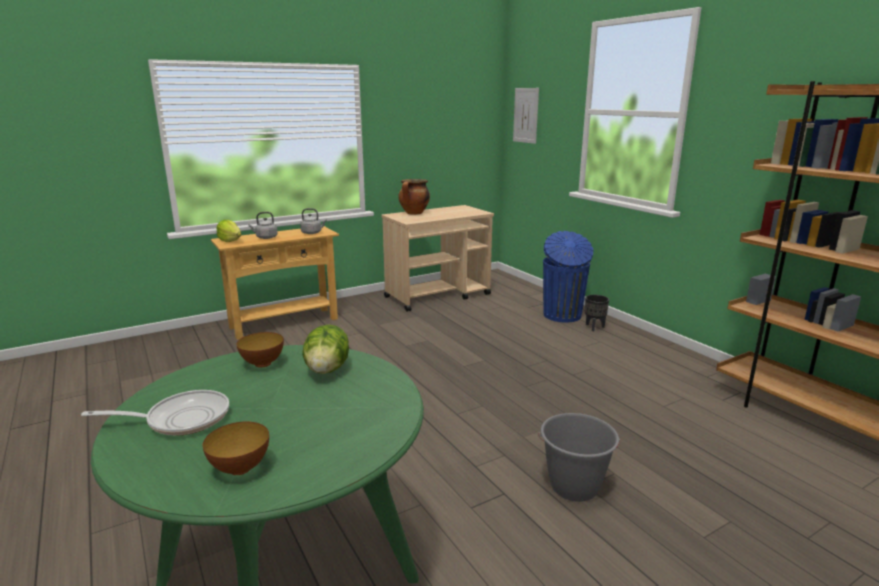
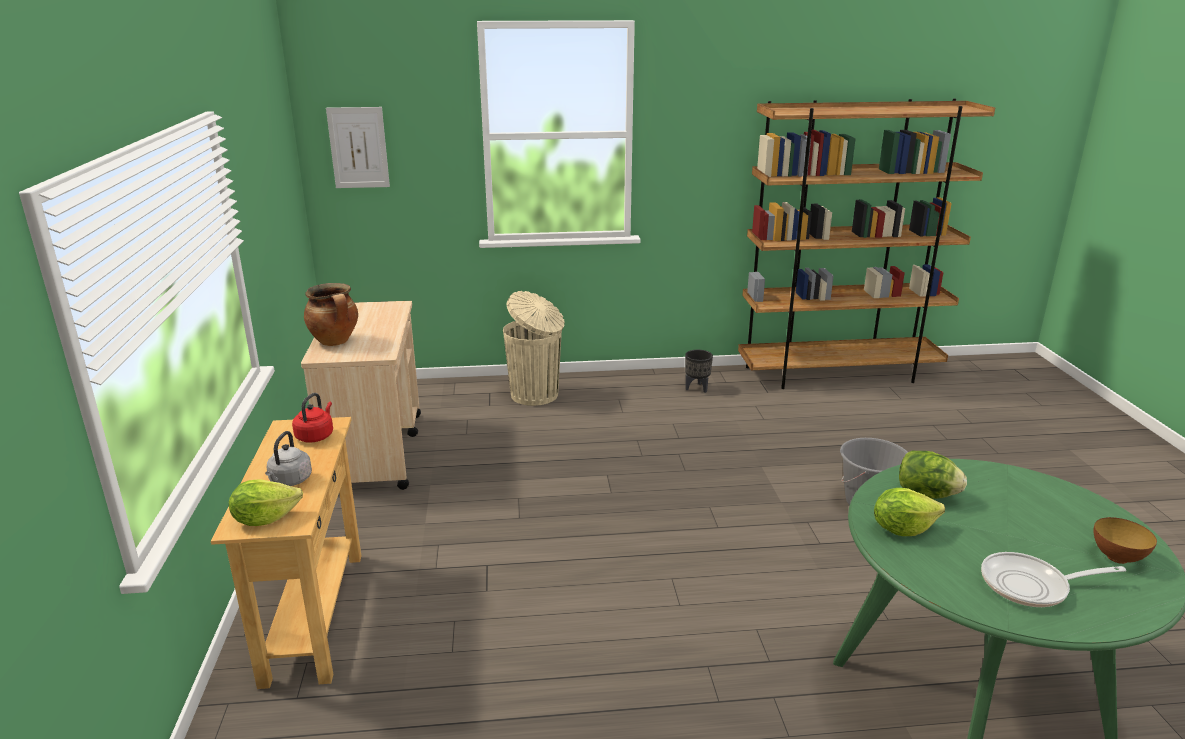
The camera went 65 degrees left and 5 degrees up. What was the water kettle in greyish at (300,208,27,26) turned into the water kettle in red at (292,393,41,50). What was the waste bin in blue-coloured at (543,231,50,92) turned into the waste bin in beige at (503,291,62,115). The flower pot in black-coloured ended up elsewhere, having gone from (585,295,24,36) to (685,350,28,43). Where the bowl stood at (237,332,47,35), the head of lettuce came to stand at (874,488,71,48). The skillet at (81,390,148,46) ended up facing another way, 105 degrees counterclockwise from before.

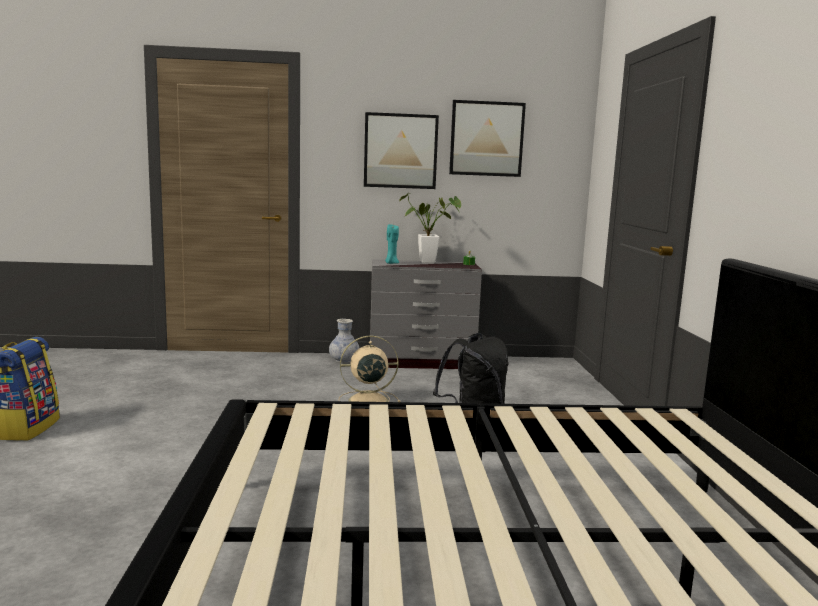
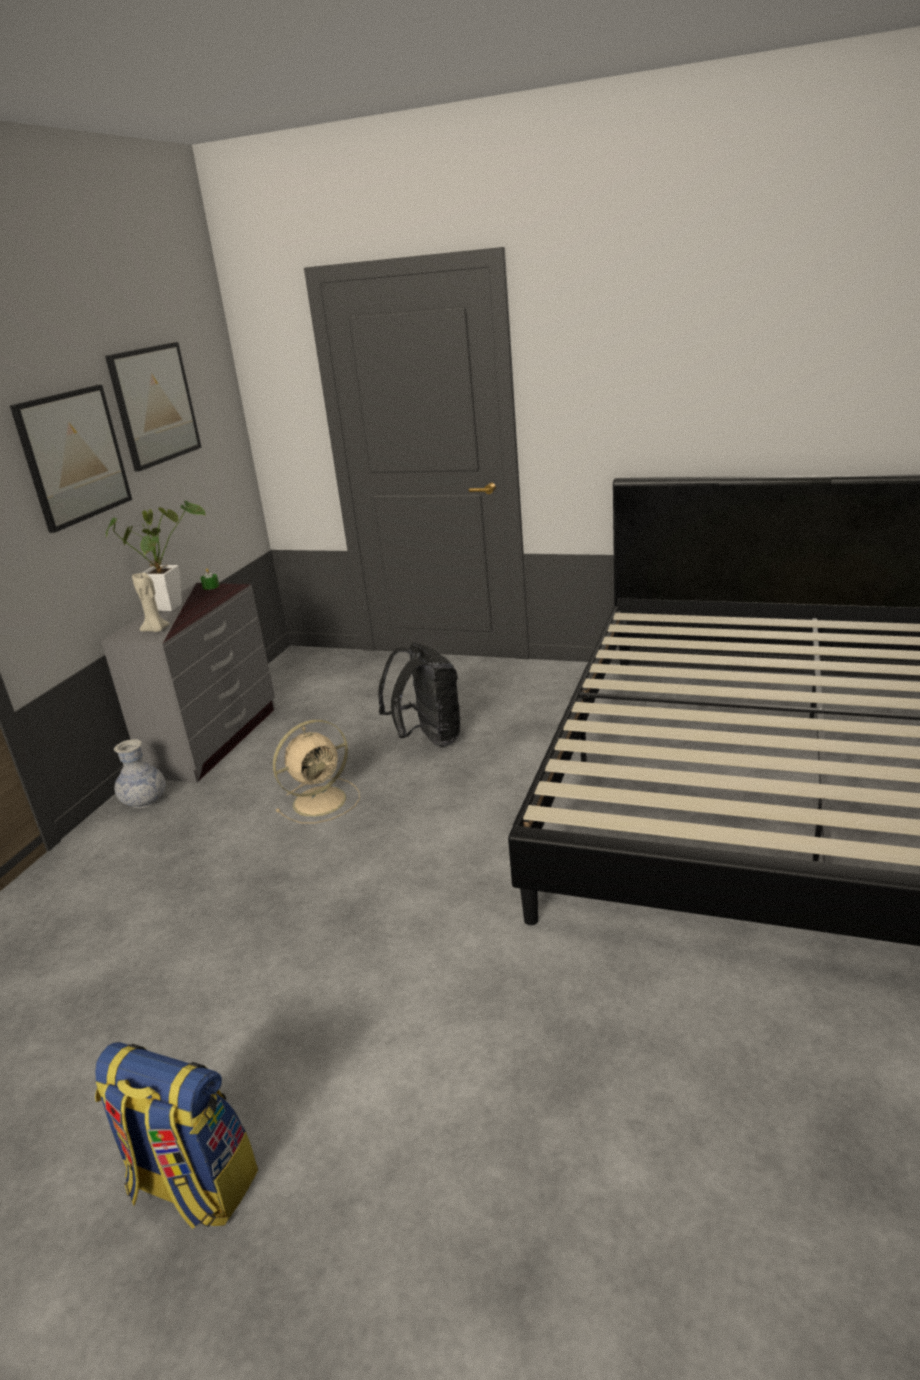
The camera went 65 degrees left and 15 degrees up. What was the wax candle in blue-green at (385,224,14,40) turned into the wax candle in beige at (132,573,38,59). The electric fan in beige at (338,336,63,66) ended up facing another way, 135 degrees counterclockwise from before.

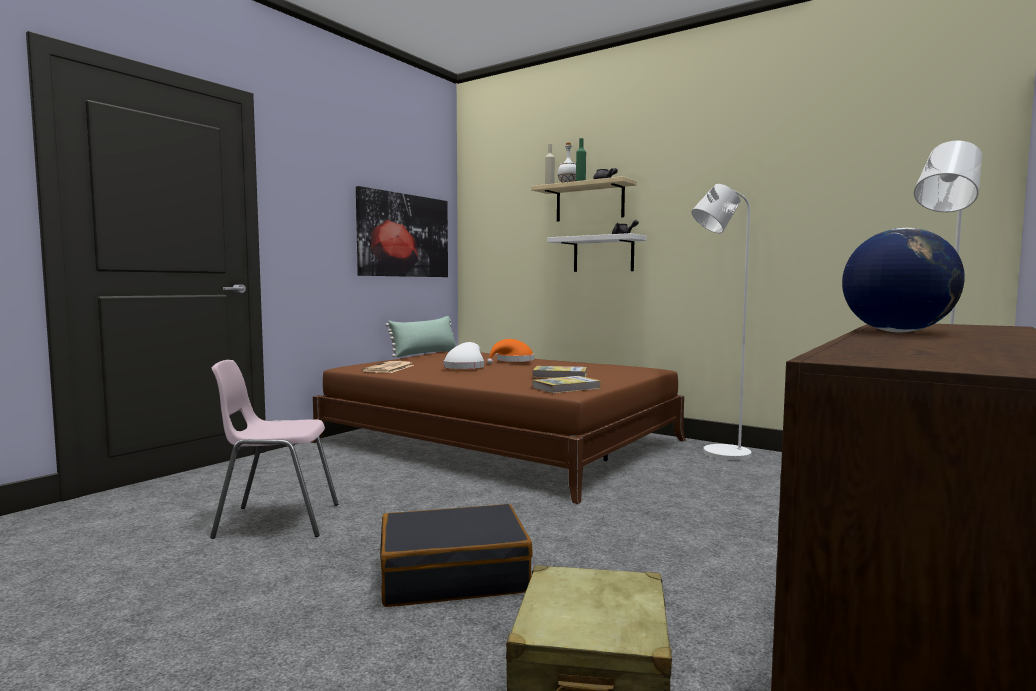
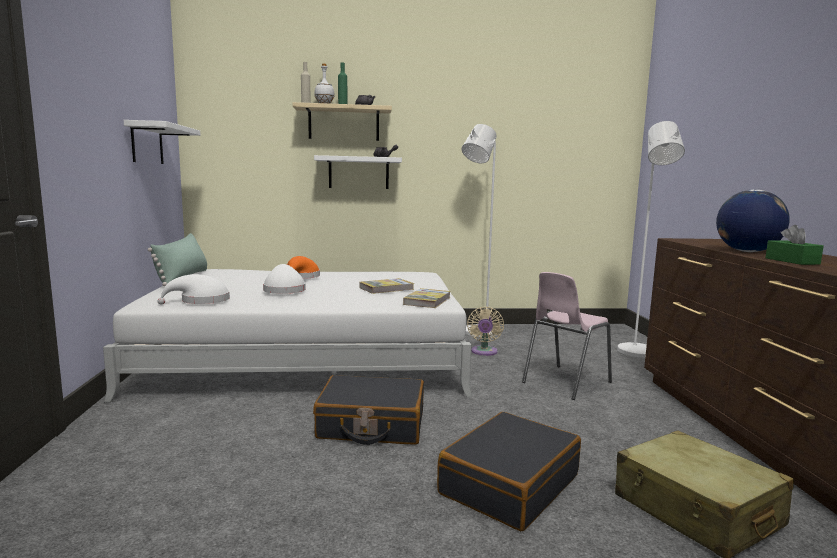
The camera went 40 degrees left and 5 degrees up. Where the wall art hung at (356,186,92,91), the shelf in white came to hang at (124,120,76,44). What was the bed in brown at (311,351,375,153) turned into the bed in white at (103,269,369,134). The chair in pink ended up elsewhere, having gone from (210,360,128,179) to (522,272,90,128). Where the printed paper stood at (362,361,52,12), the hat in white came to stand at (158,274,72,31). The second view gained the tissue box in green-coloured at (765,225,59,40). The second view gained the electric fan in beige at (467,307,37,49). The second view gained the travel case in black-coloured at (313,375,111,70).

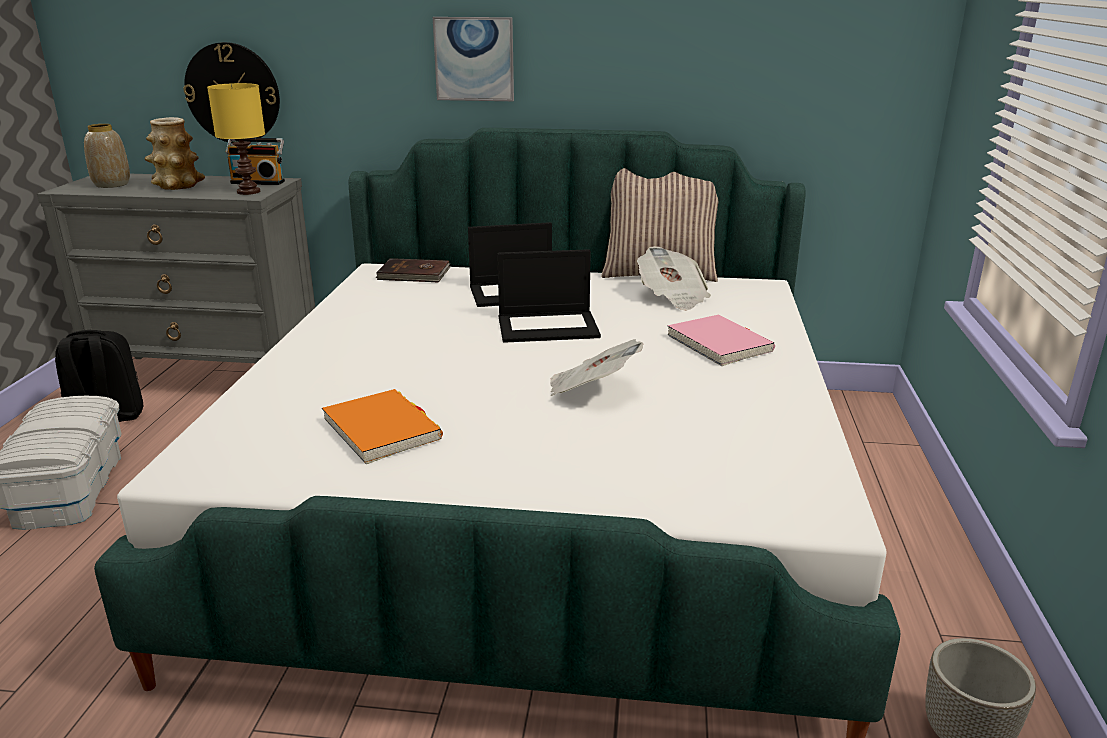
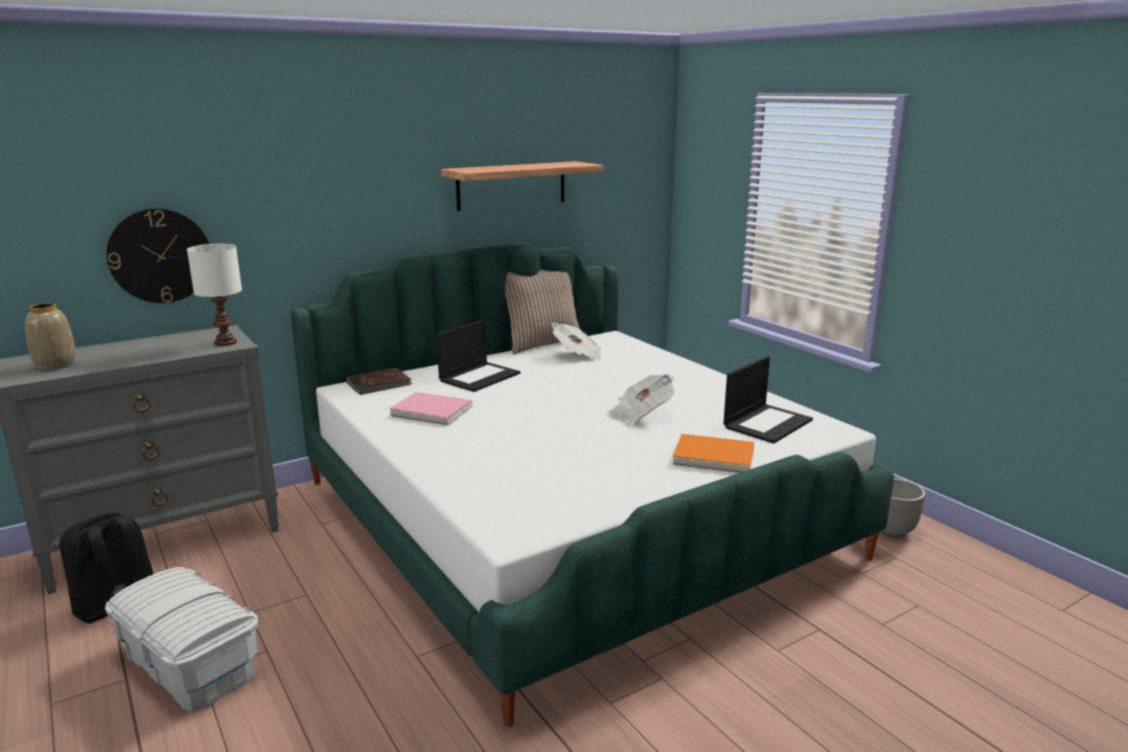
The camera went 40 degrees left and 5 degrees down. The second view lost the wall art at (433,17,81,84). What was the tabletop lamp in yellowish at (207,83,58,112) turned into the tabletop lamp in white at (187,244,55,102). The second view lost the vase at (145,117,60,73). The second view lost the radio at (225,138,60,47). The notebook computer ended up elsewhere, having gone from (497,249,104,94) to (723,356,90,88). The volume in pink ended up elsewhere, having gone from (667,315,108,51) to (389,392,83,34). The volume in orangey ended up elsewhere, having gone from (322,389,121,75) to (673,434,82,39). The second view gained the shelf at (441,161,163,50).

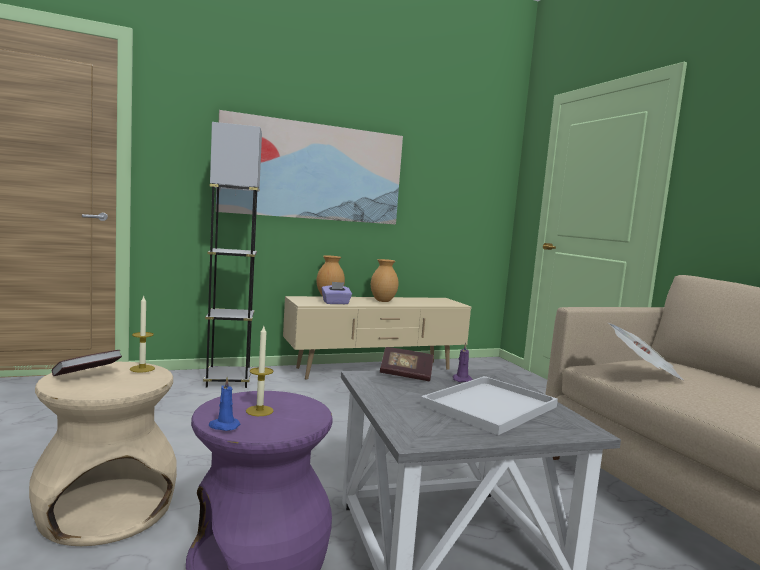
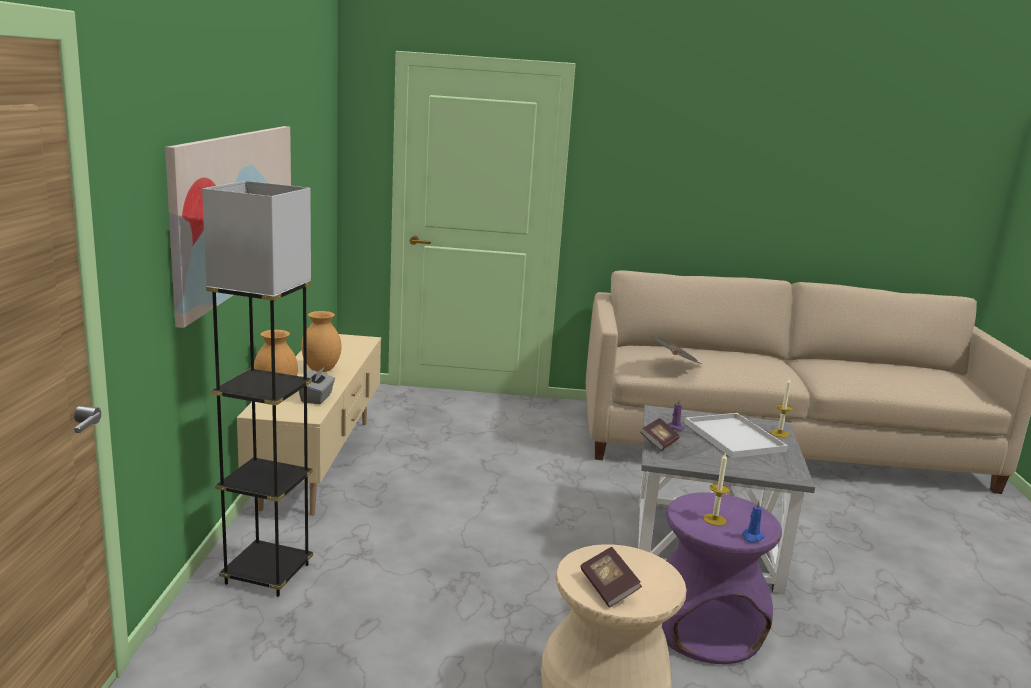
The camera went 65 degrees left and 10 degrees up. What was the tissue box in purplish at (321,282,31,22) turned into the tissue box in greyish at (299,367,36,37). The wax candle ended up elsewhere, having gone from (130,295,25,77) to (770,378,23,60).

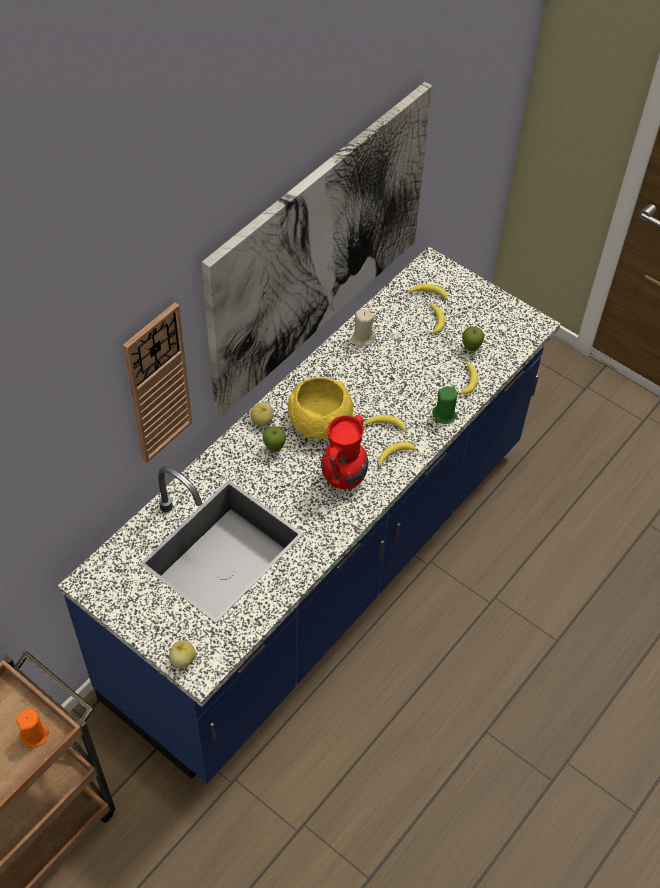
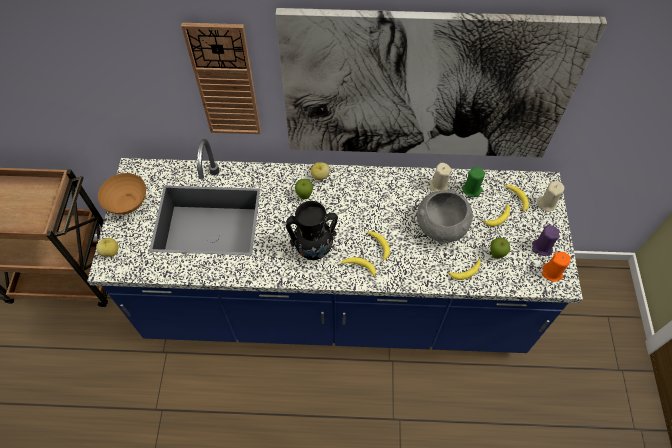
The camera went 55 degrees right and 5 degrees up. The second view lost the bowl in yellowish at (288,377,66,62). The wax candle in green-coloured ended up elsewhere, having gone from (432,386,25,38) to (462,167,23,30). What was the vase in red at (321,414,47,75) turned into the vase in black-coloured at (286,201,52,59). The wax candle in orangey ended up elsewhere, having gone from (16,708,33,40) to (542,252,29,30). The second view gained the bowl in brown at (98,173,48,41). The second view gained the wax candle in beige at (537,181,27,31). The second view gained the bowl in greyish at (417,189,55,55). The second view gained the wax candle in purplish at (532,225,28,31).

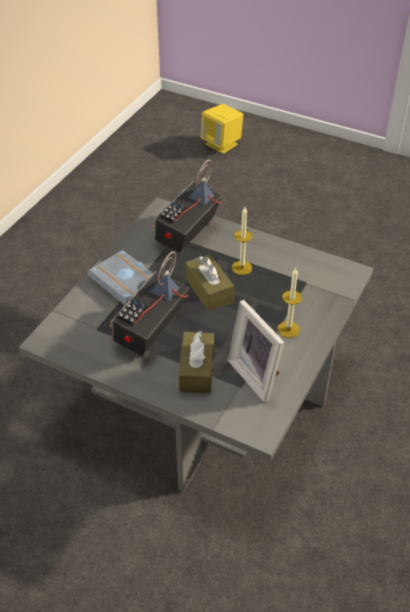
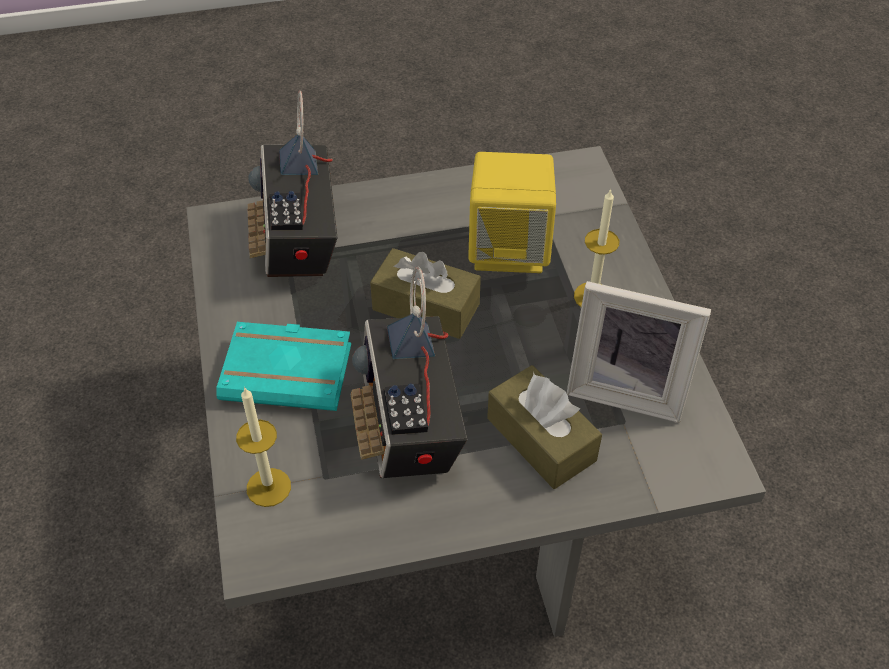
The camera went 40 degrees left and 5 degrees up. The loudspeaker in yellowish ended up elsewhere, having gone from (201,104,42,50) to (468,152,88,121). The wax candle ended up elsewhere, having gone from (232,207,21,68) to (236,387,55,120). What was the volume in greyish at (88,250,65,55) turned into the volume in blue-green at (216,322,135,89).

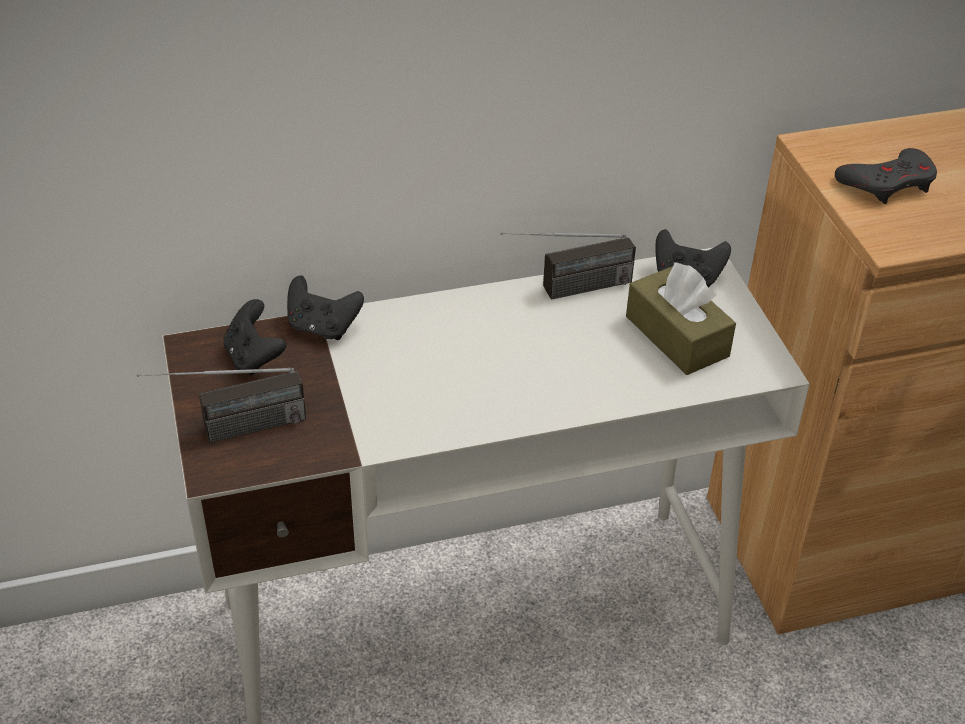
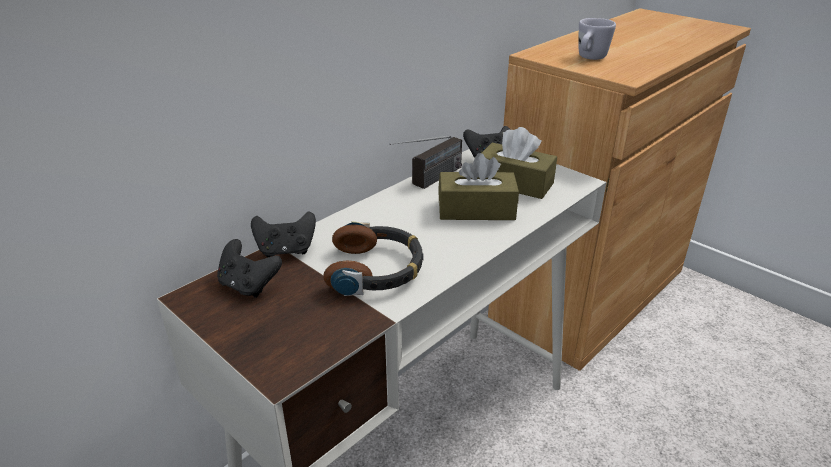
The camera went 30 degrees left and 10 degrees down. Where the gamepad in greyish stood at (835,148,102,56), the coffee mug in white came to stand at (579,18,37,42). The second view lost the radio at (137,368,169,75). The second view gained the tissue box in brown at (438,153,81,67). The second view gained the headphones at (323,221,100,75).

